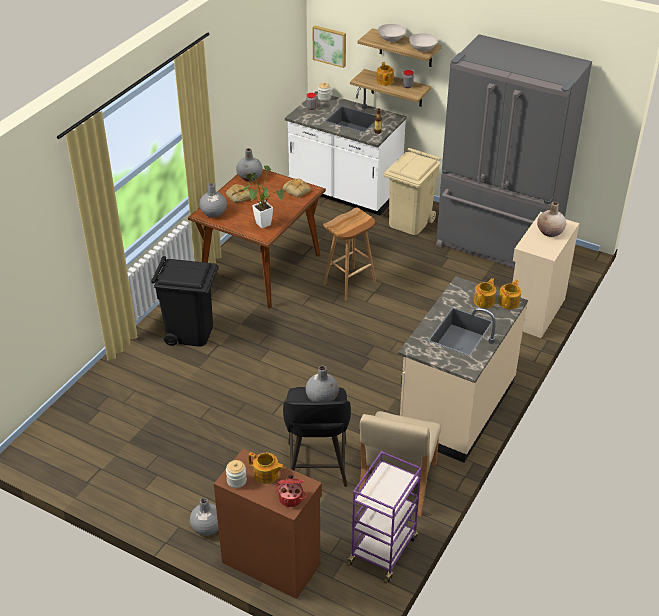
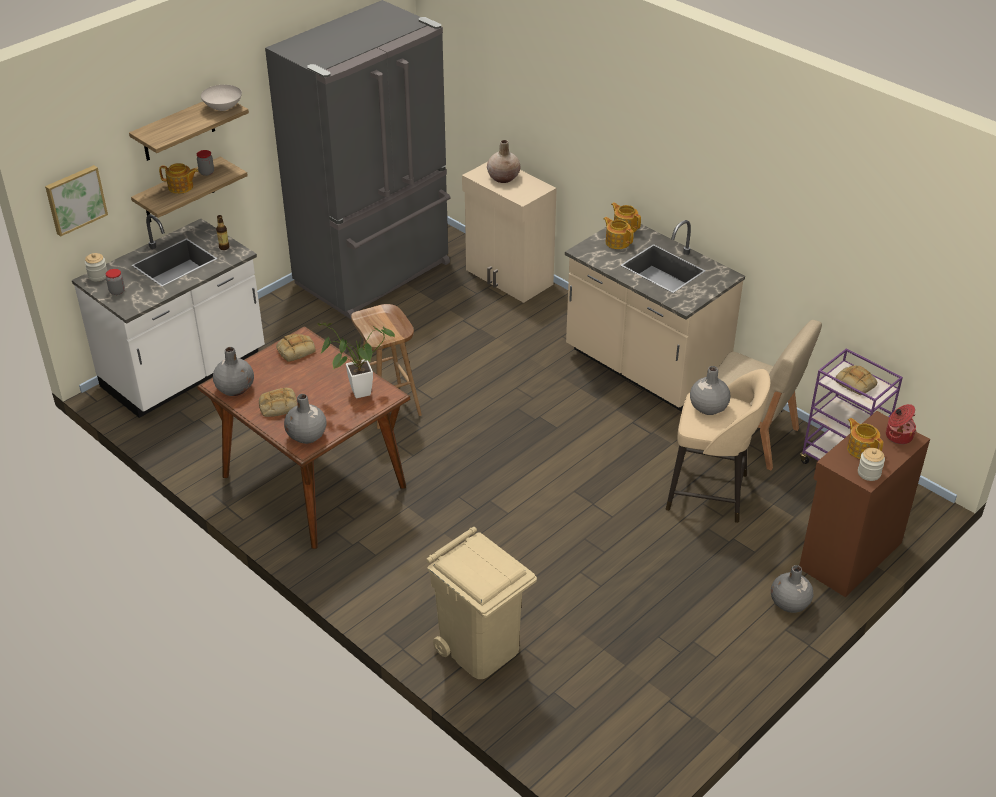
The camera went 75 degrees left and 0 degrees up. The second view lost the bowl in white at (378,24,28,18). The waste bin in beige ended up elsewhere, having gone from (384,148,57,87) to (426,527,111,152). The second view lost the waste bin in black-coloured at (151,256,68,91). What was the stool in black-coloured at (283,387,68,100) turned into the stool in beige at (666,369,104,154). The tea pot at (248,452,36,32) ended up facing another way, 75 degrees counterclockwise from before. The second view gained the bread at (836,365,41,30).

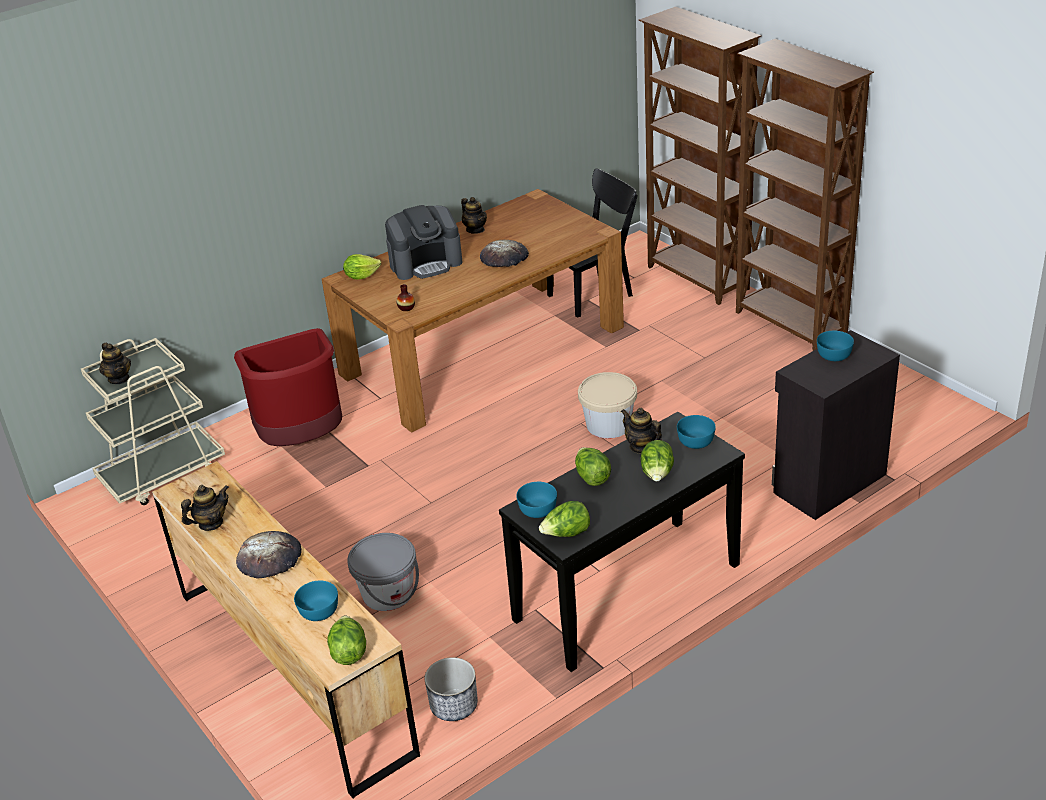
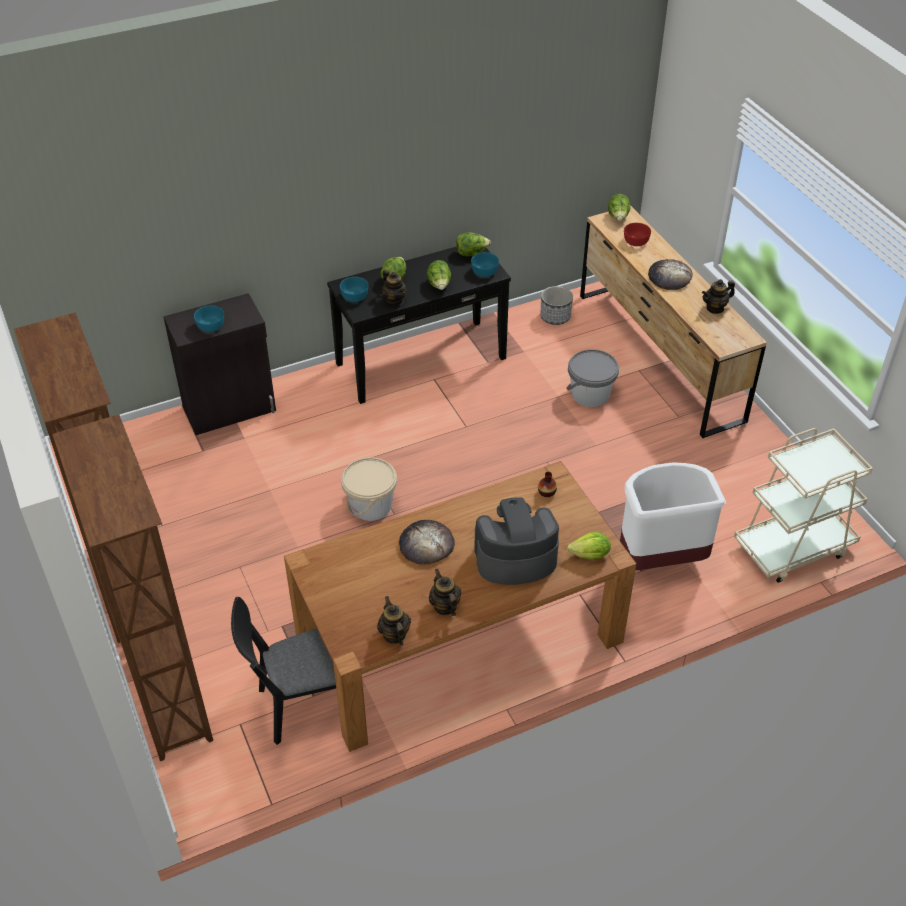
The camera went 170 degrees left and 10 degrees up. What was the waste bin in red at (234,328,108,118) turned into the waste bin in white at (620,462,106,108). The tea pot ended up elsewhere, having gone from (99,343,32,41) to (377,596,34,49). What was the bowl in blue-green at (294,581,44,40) turned into the bowl in red at (624,223,27,23).

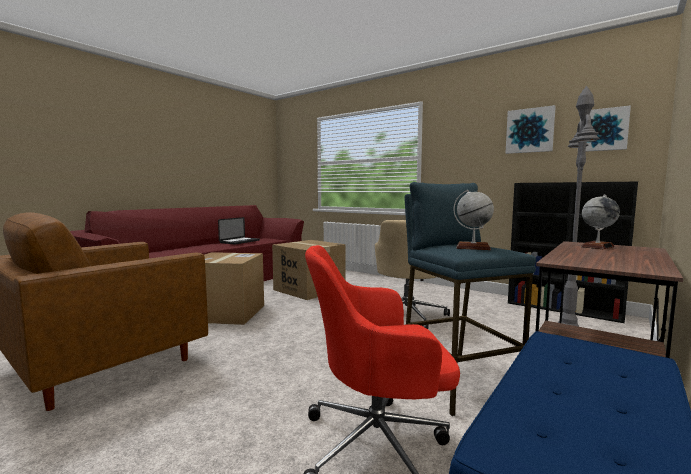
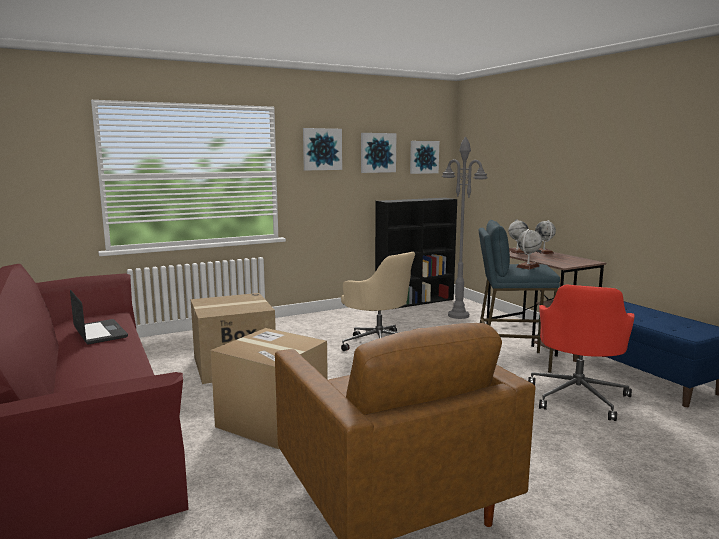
The camera went 65 degrees left and 5 degrees up. The second view gained the wall art at (303,128,39,42). The second view gained the globe at (535,220,21,34).

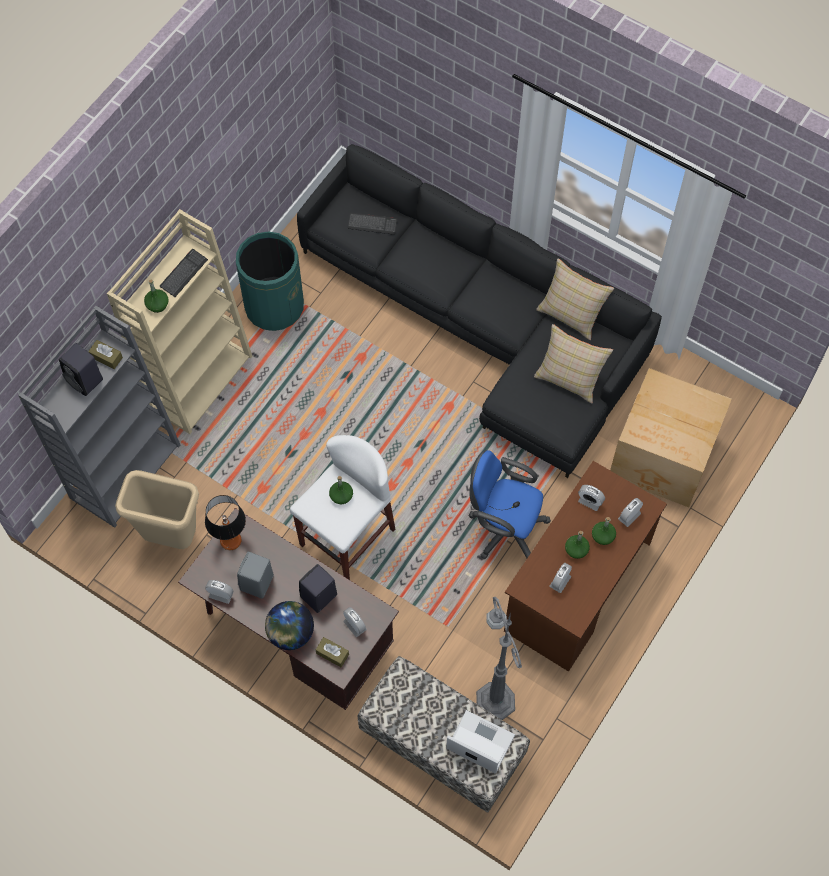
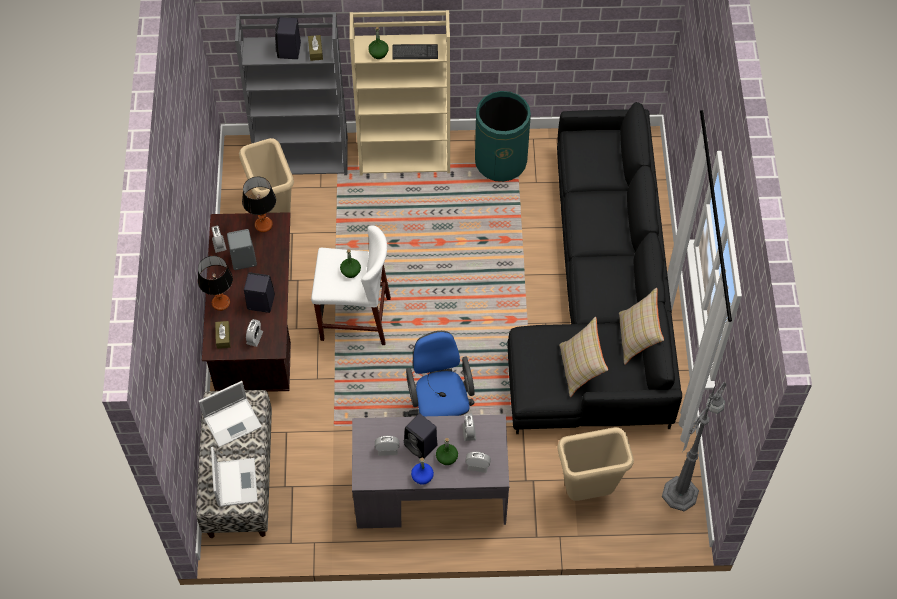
The camera went 55 degrees right and 5 degrees down. The second view lost the computer keyboard at (347,212,50,23). Where the carton stood at (610,368,122,139), the waste bin in beige came to stand at (557,427,77,74). What was the desk in brown at (504,461,163,211) turned into the desk in greyish at (352,415,157,114). Where the bottle in green-coloured stood at (565,531,25,28), the loudspeaker in black-coloured came to stand at (404,413,34,46). The standard lamp in greyish ended up elsewhere, having gone from (476,597,46,123) to (662,382,65,130). Where the globe stood at (265,601,49,49), the tabletop lamp came to stand at (198,256,35,55). The second view gained the notebook computer at (199,381,63,66). The second view gained the bottle in blue-coloured at (411,457,23,28).

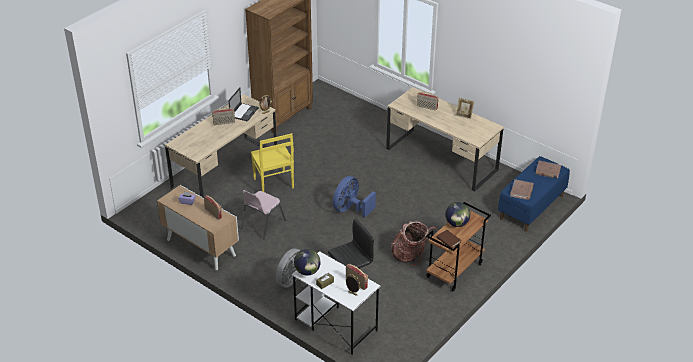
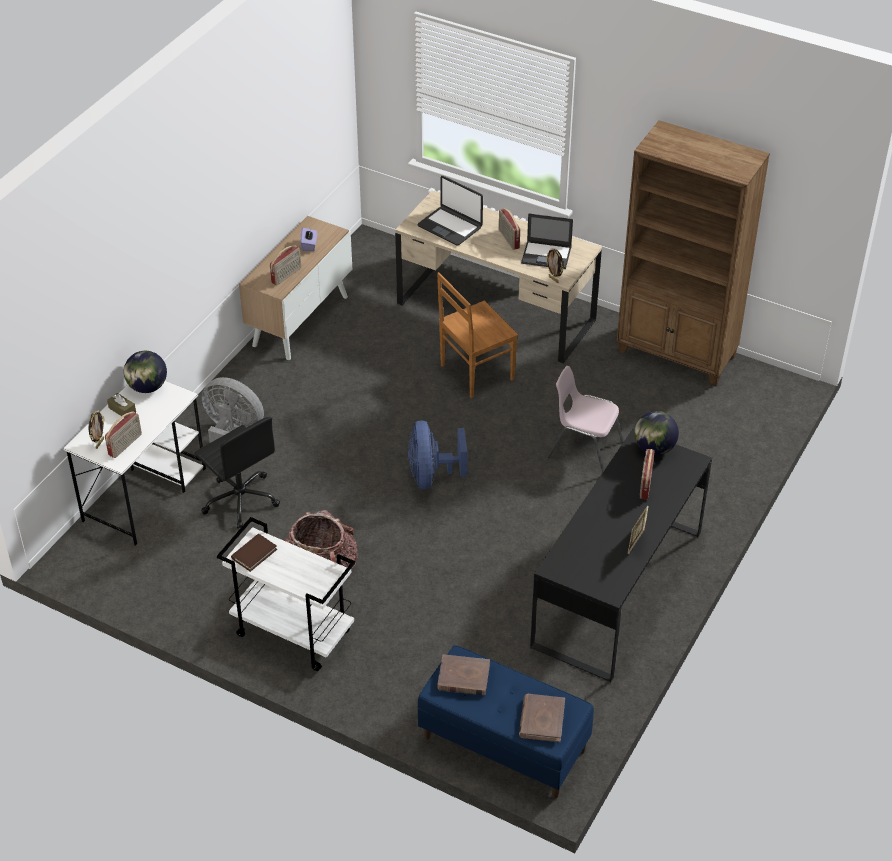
The camera went 80 degrees right and 5 degrees up. What was the desk in beige at (386,87,118,104) turned into the desk in black-coloured at (530,429,182,253). What was the chair in yellowish at (251,133,43,59) turned into the chair in brown at (437,272,81,126). The electric fan in blue-coloured at (333,176,43,41) ended up facing another way, 120 degrees counterclockwise from before. The chair in pink ended up elsewhere, having gone from (241,190,45,49) to (547,366,77,107). What was the wheeled cart in brown at (426,202,65,90) turned into the wheeled cart in white at (217,517,138,154). The globe ended up elsewhere, having gone from (445,202,25,25) to (634,411,45,44). The second view gained the notebook computer at (417,176,66,70).

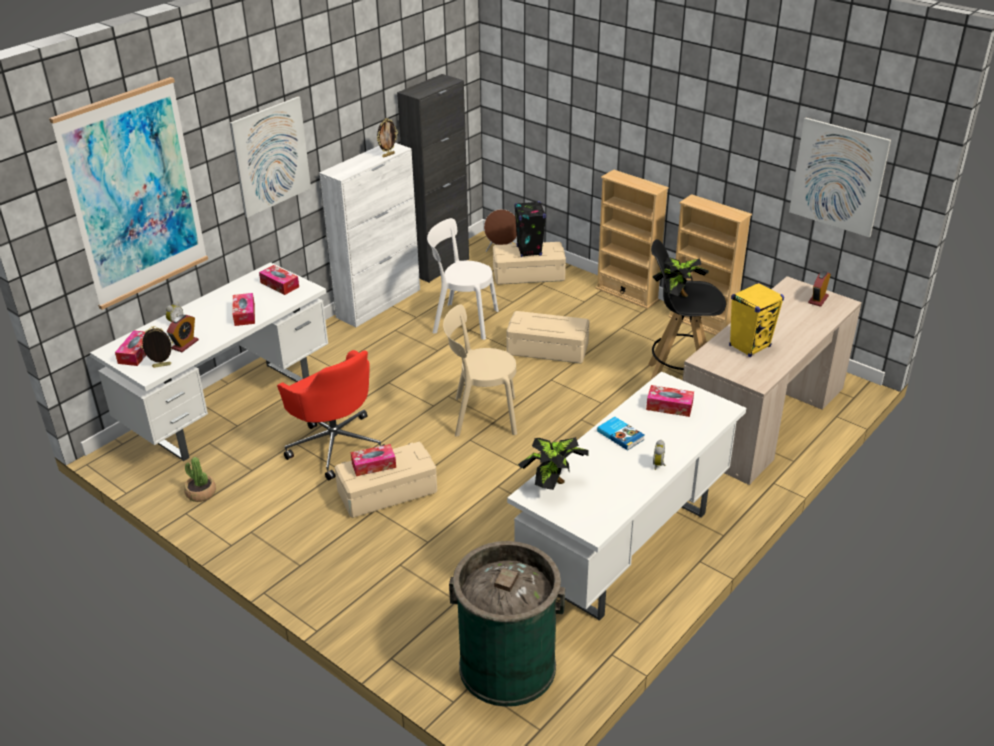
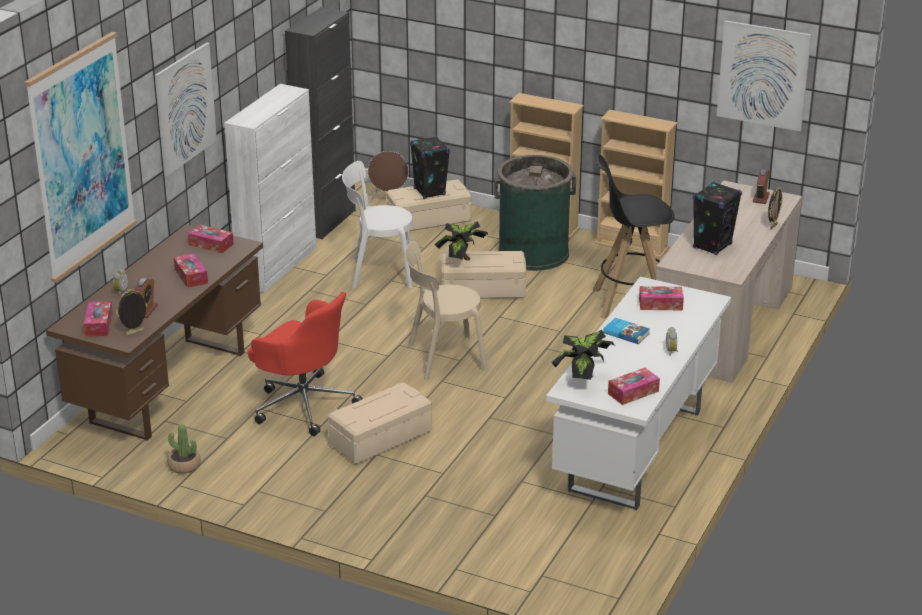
The camera went 15 degrees left and 5 degrees down. The standing frame ended up elsewhere, having gone from (377,118,21,40) to (768,187,15,43). The plant in a pot ended up elsewhere, having gone from (653,257,56,40) to (434,221,54,40). What was the desk in white at (90,262,238,199) turned into the desk in brown at (46,224,217,217). What was the loudspeaker in yellowish at (729,282,55,75) turned into the loudspeaker in black-coloured at (693,182,49,73). The tissue box ended up elsewhere, having gone from (351,444,45,32) to (608,368,52,37). The waste bin in green-coloured ended up elsewhere, having gone from (449,541,116,166) to (494,155,82,116).

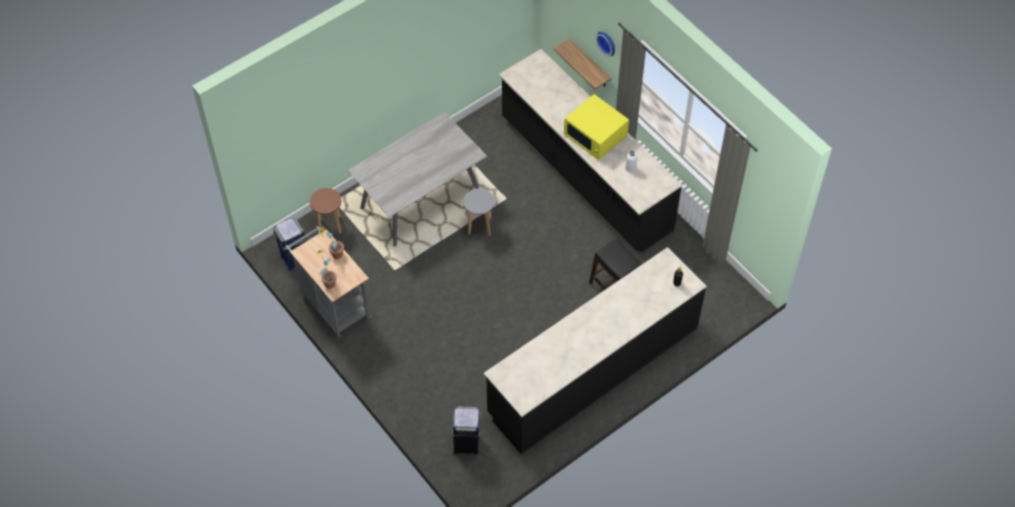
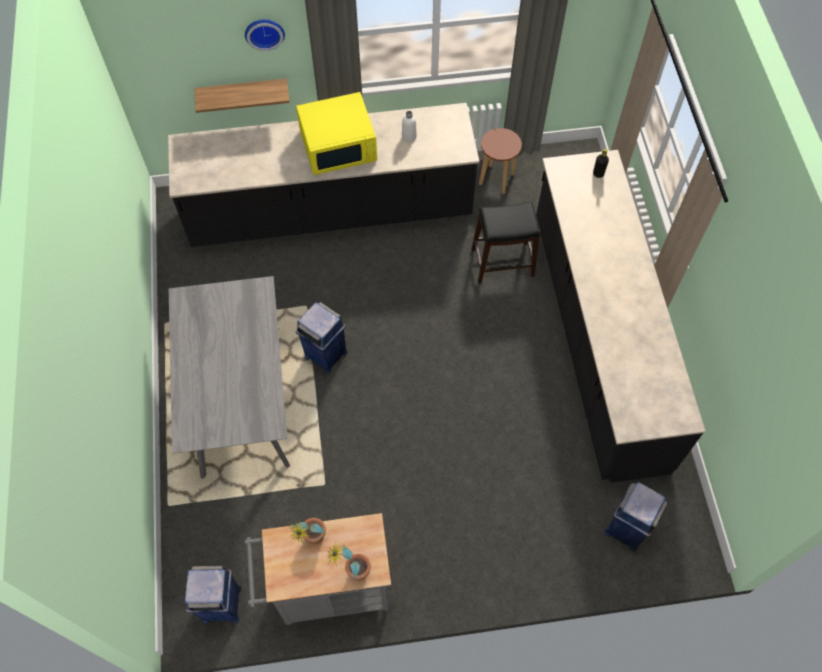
The camera went 60 degrees left and 5 degrees up. The stool in brown ended up elsewhere, having gone from (310,188,31,46) to (479,128,43,66). Where the stool in greyish stood at (463,188,32,47), the waste bin in blue-coloured came to stand at (296,302,52,72).

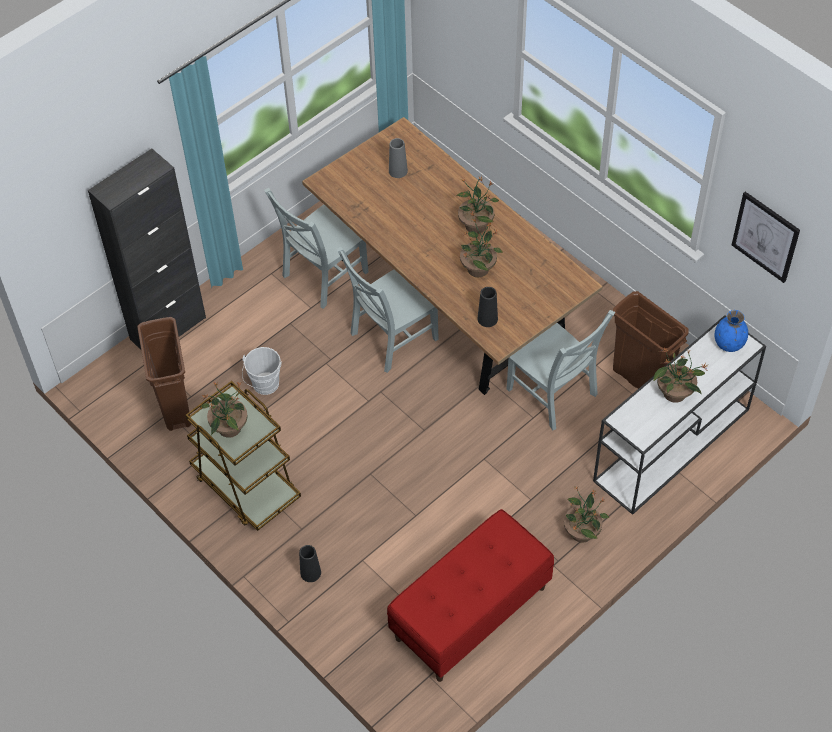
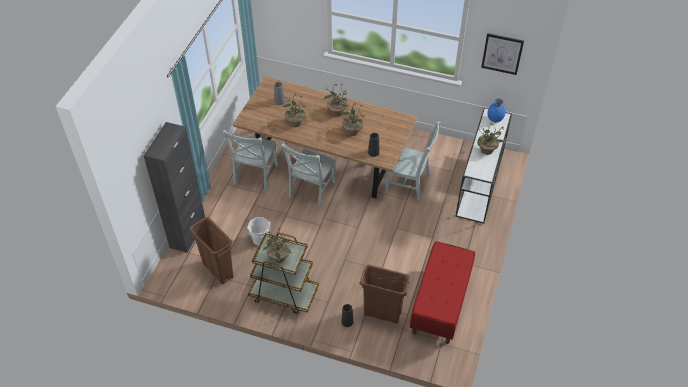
The camera went 30 degrees left and 5 degrees down. The waste bin in brown ended up elsewhere, having gone from (613,291,76,98) to (359,264,51,60). The plant in a pot ended up elsewhere, having gone from (564,486,45,57) to (283,93,24,34).

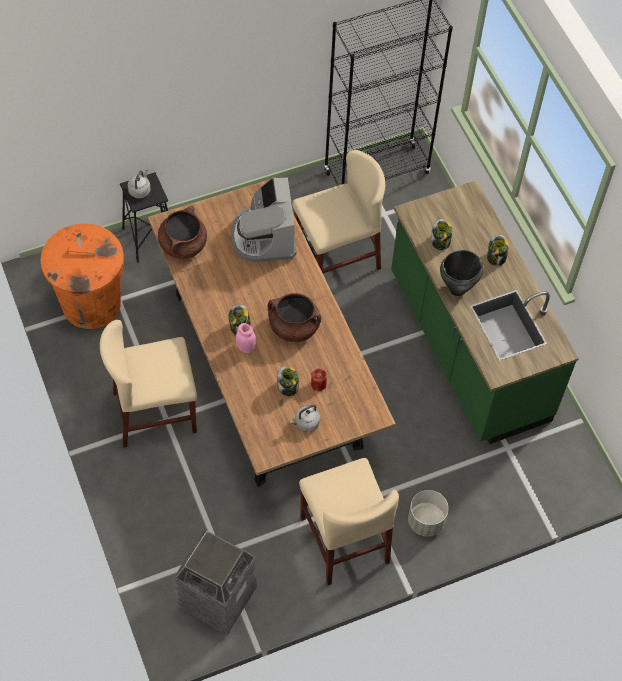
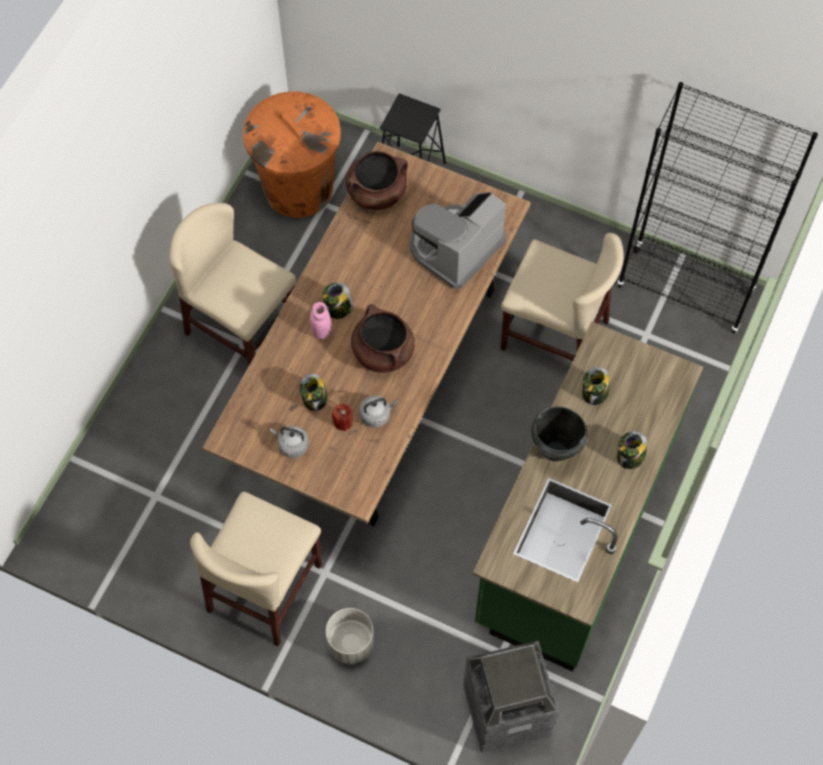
The camera went 50 degrees right and 5 degrees up. The water kettle in greyish ended up elsewhere, having gone from (128,169,23,29) to (359,395,40,33). The waste bin ended up elsewhere, having gone from (173,529,84,106) to (463,640,96,113).

